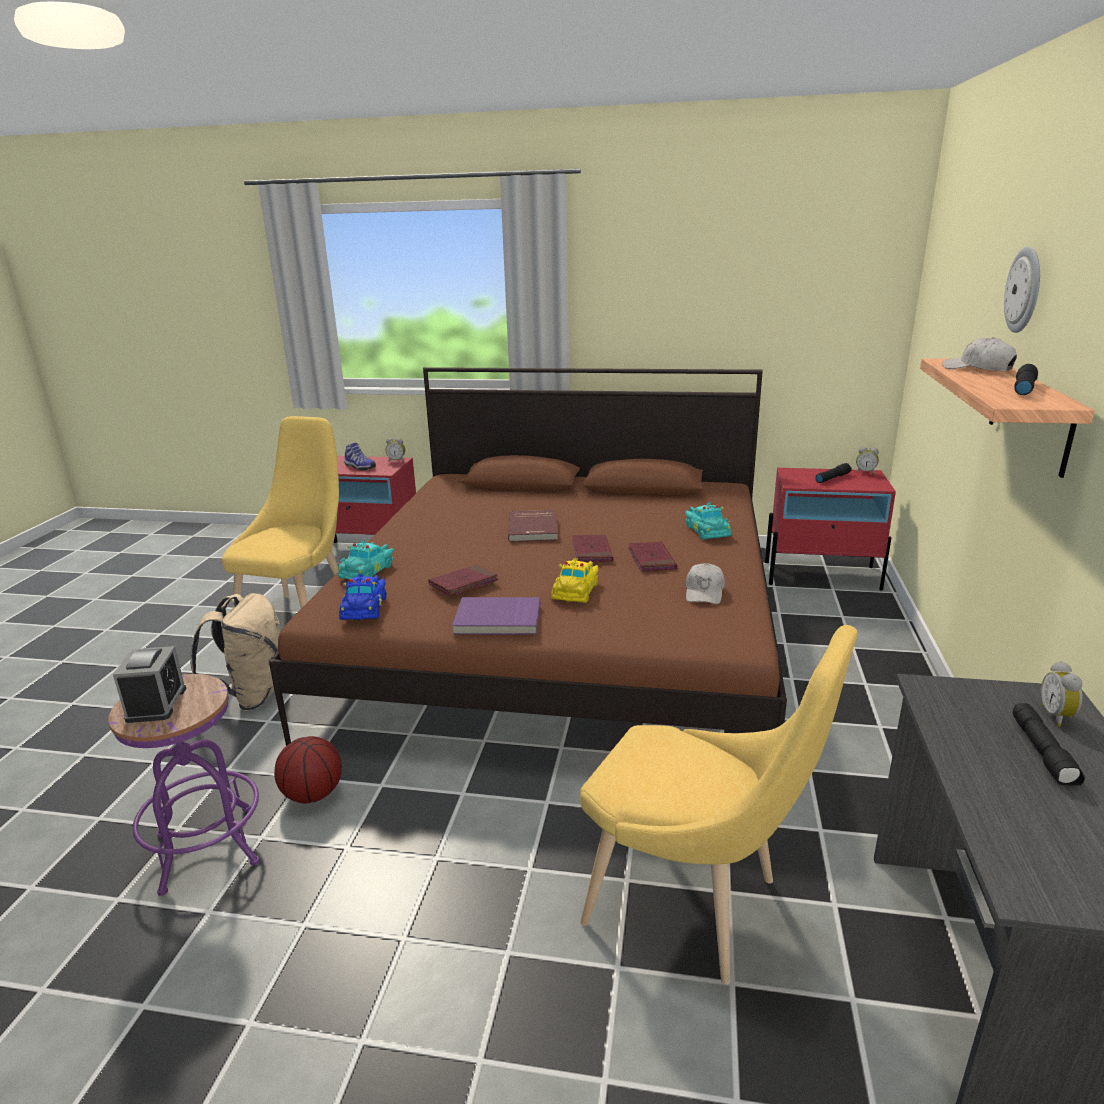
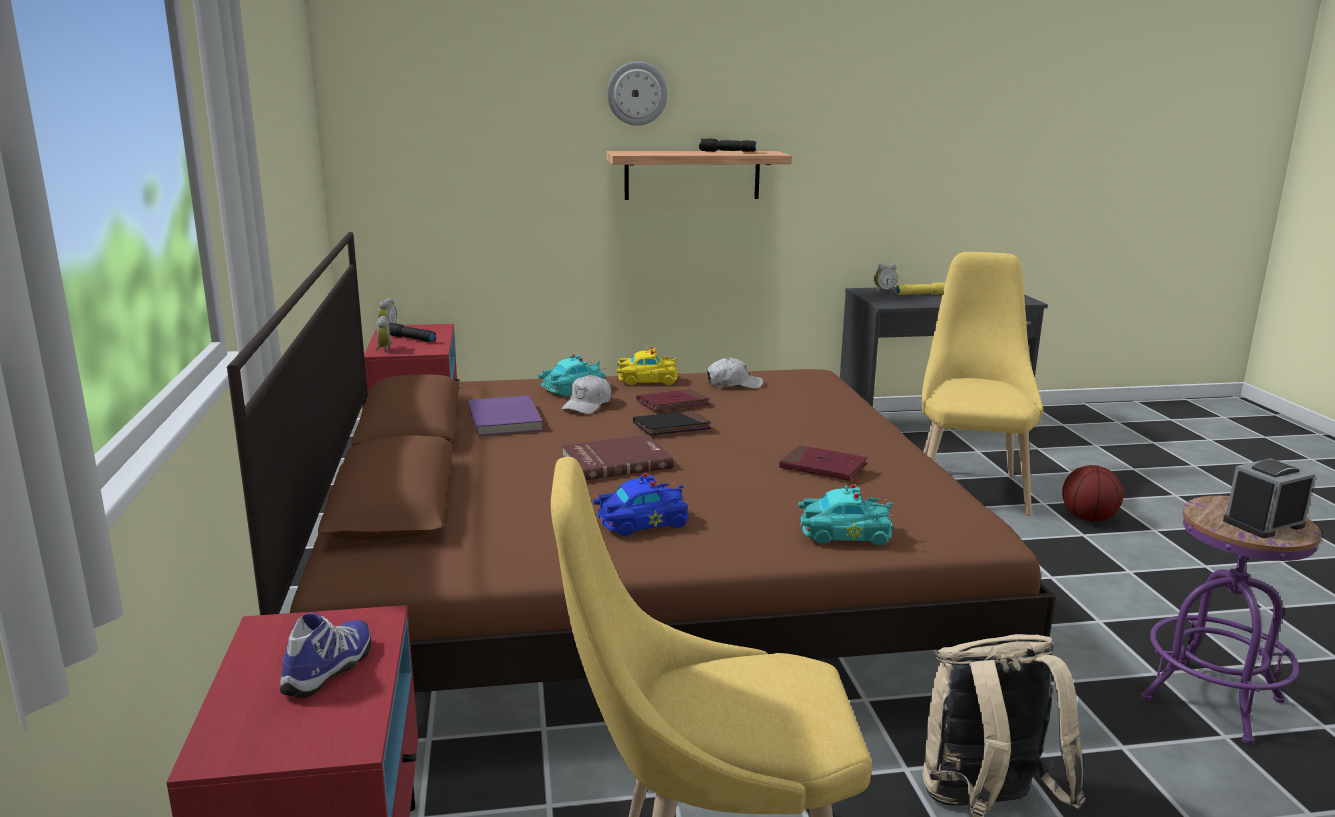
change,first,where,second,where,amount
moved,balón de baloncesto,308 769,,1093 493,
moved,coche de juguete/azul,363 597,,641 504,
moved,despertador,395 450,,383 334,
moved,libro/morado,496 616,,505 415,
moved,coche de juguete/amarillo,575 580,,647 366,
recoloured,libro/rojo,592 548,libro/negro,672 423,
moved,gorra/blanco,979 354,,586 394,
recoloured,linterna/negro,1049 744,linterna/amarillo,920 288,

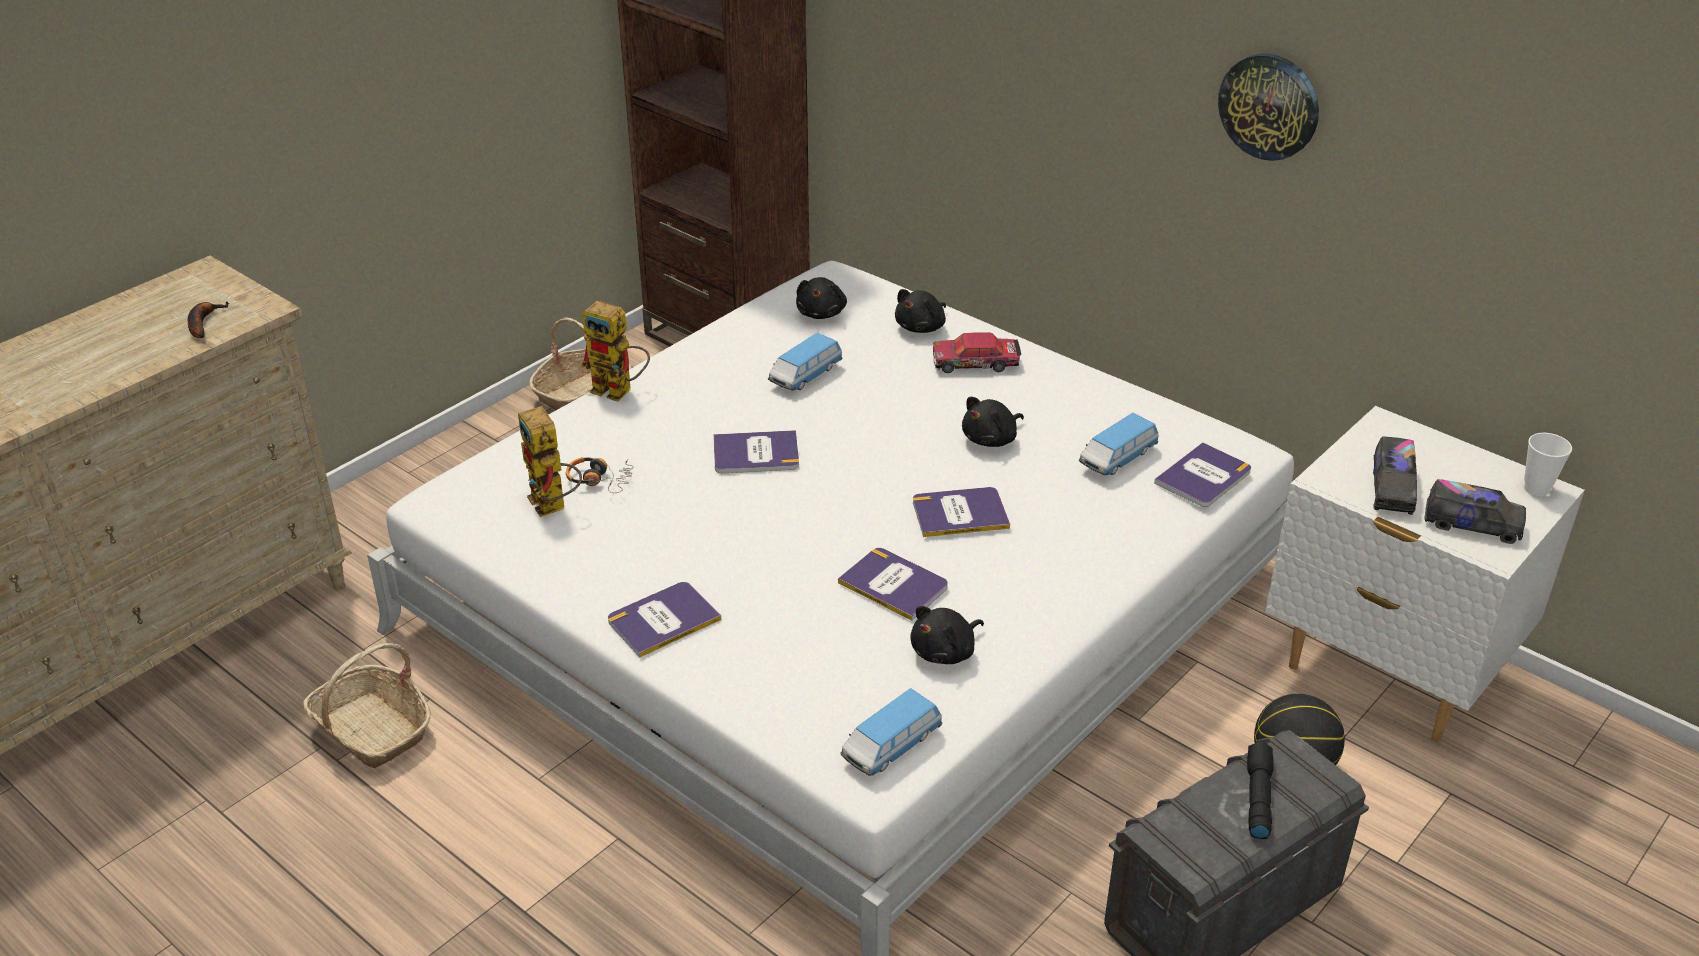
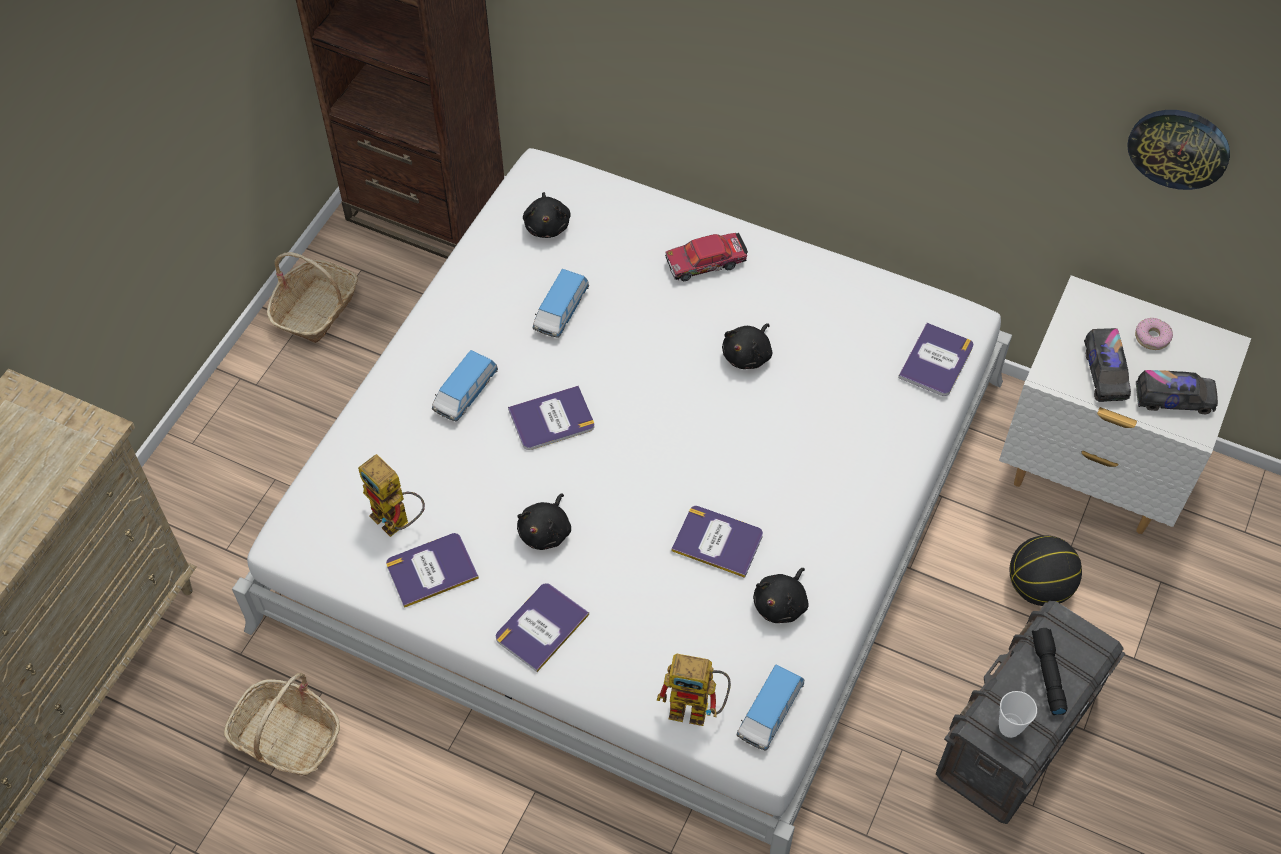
change,first,where,second,where,amount
removed,plátano,209 319,,,
removed,auriculares,600 475,,,
moved,robot de juguete,615 351,,694 690,
moved,peluche/negro,920 311,,544 521,
moved,libro,961 512,,432 570,
moved,coche de juguete,1119 444,,465 386,
moved,reloj de pared,1268 107,,1178 150,
moved,taza,1548 464,,1018 714,
added,,,rosquilla,1154 334,

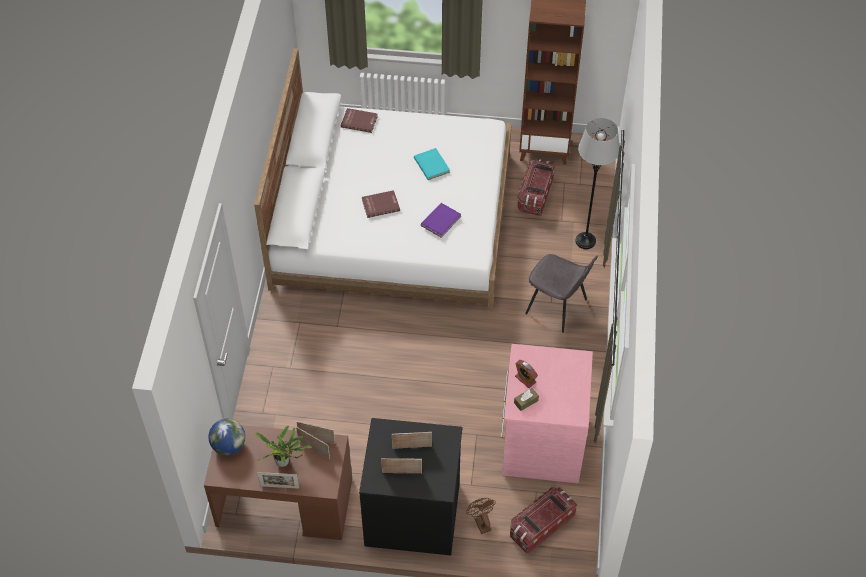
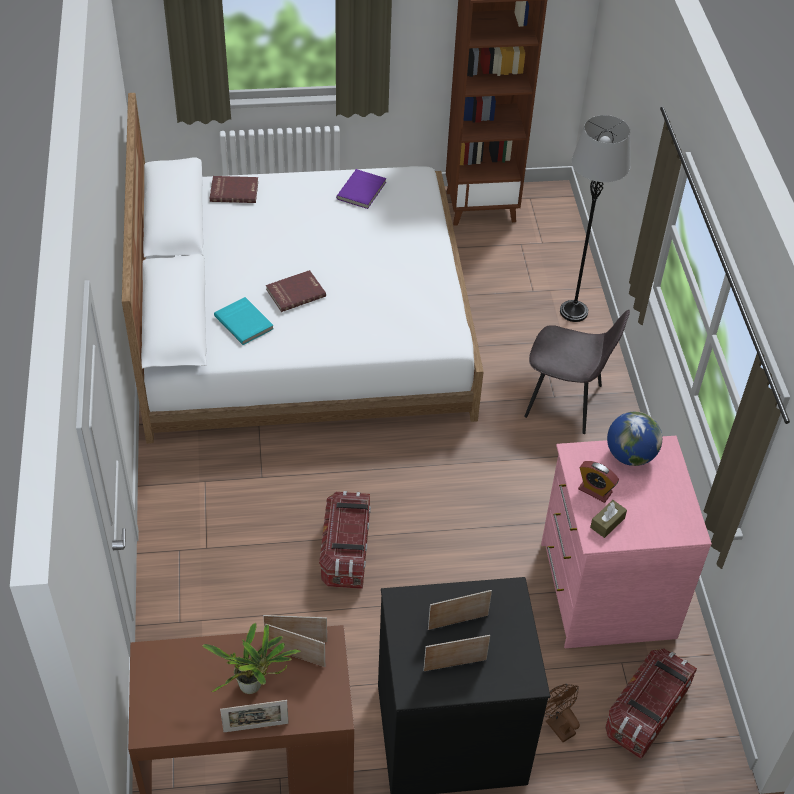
change,first,where,second,where,amount
moved,globo terráqueo,226 437,,634 439,
moved,libro/turquesa,432 164,,243 321,
moved,libro/morado,441 220,,361 189,
moved,caja de almacenaje,536 187,,345 540,

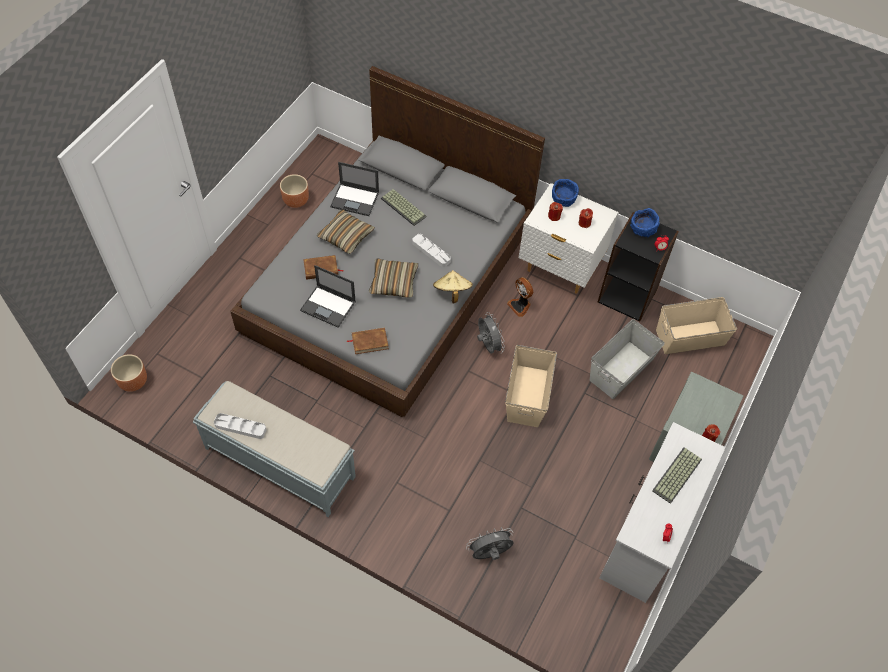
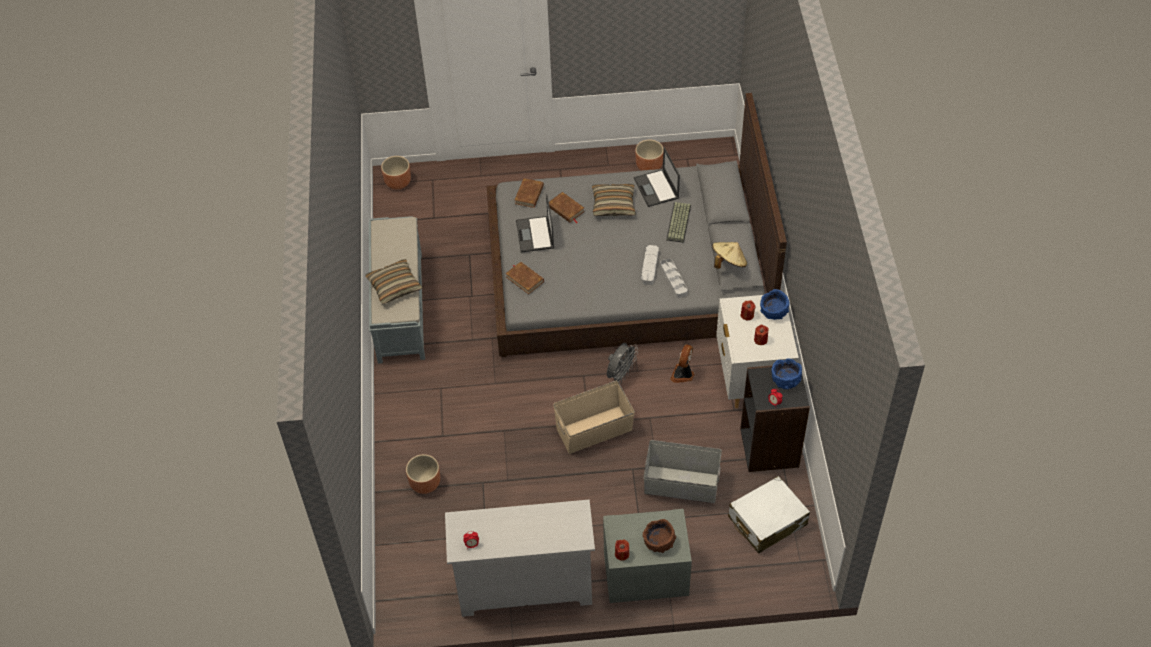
change,first,where,second,where,amount
moved,bandeja/gris,240 426,,674 278,
moved,cojín,393 278,,394 281,
moved,sombrero/beis,453 287,,729 255,
replaced,ventilador/gris,490 543,maceta/marrón,423 474,
removed,teclado,677 475,,,
replaced,caja de almacenaje/beis,696 325,maleta/blanco,769 514,
added,,,libro/marrón,529 193,
added,,,cuenco/marrón,659 536,

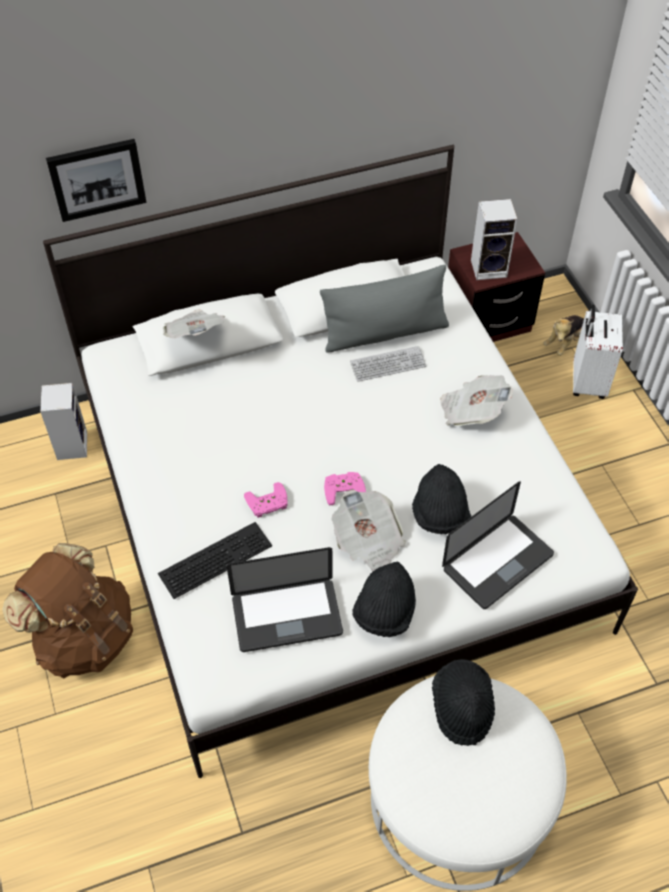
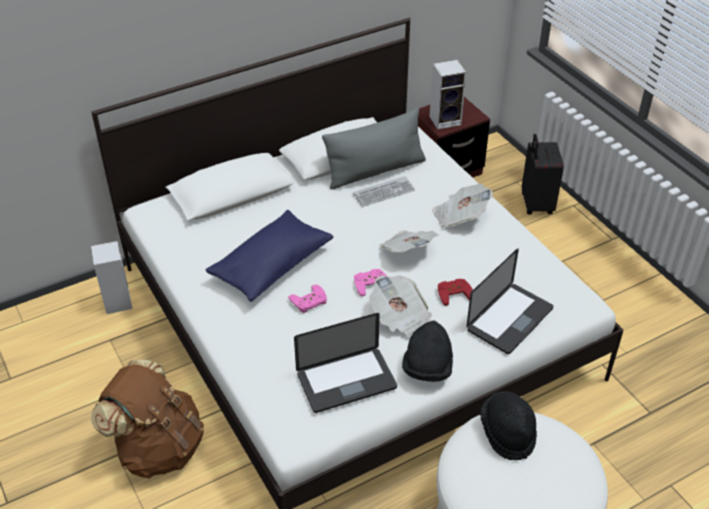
change,first,where,second,where,amount
removed,cuadro,96 180,,,
removed,teclado,215 560,,,
moved,periódico,194 323,,409 241,
replaced,sombrero/negro,441 499,mando de consola/rojo,455 292,
removed,peluche,564 335,,,
recoloured,maleta/blanco,598 352,maleta/negro,543 174,
added,,,cojín/azul,269 256,

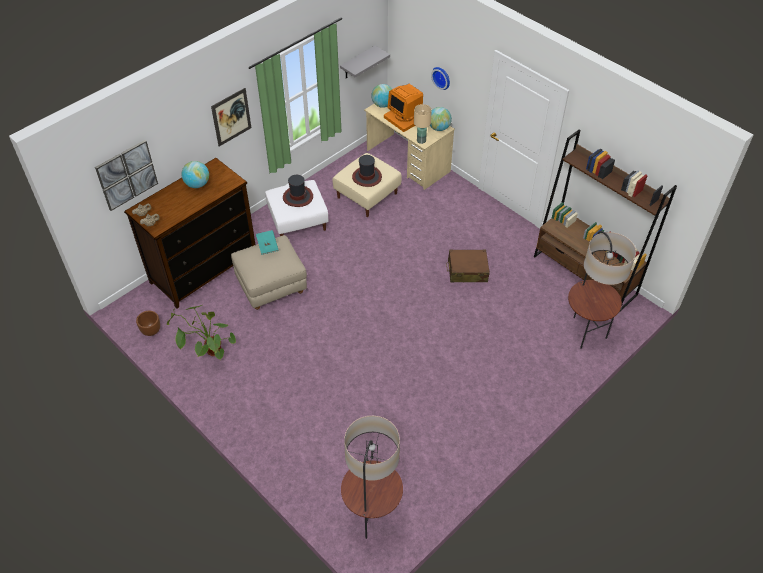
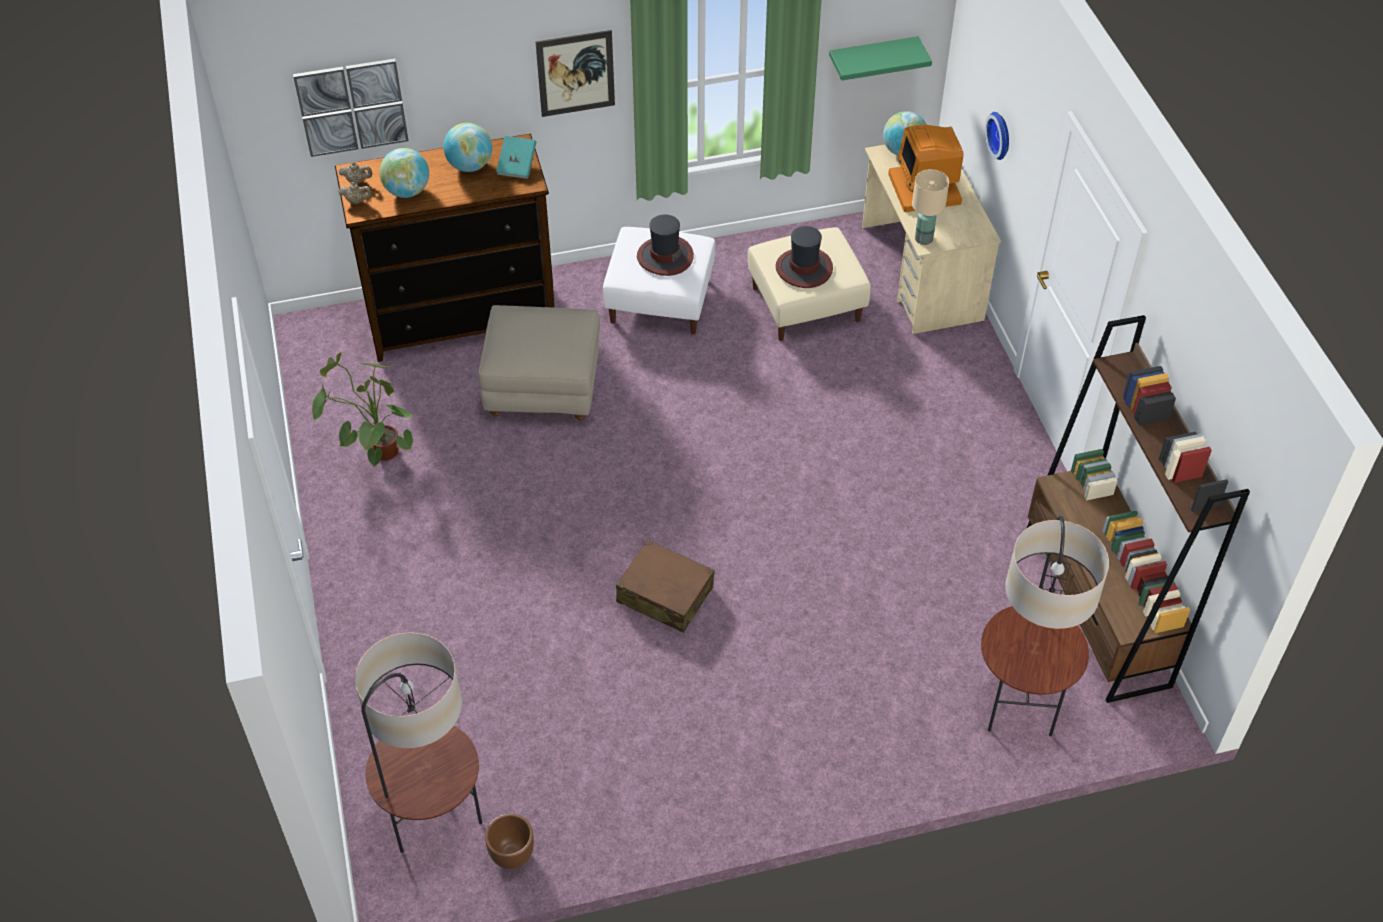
change,first,where,second,where,amount
moved,maceta/marrón,148 323,,509 841,
moved,libro/turquesa,267 242,,516 157,
recoloured,estante/gris,365 62,estante/verde,880 58,
moved,globo terráqueo,441 119,,404 173,
moved,maleta/marrón,468 266,,665 586,

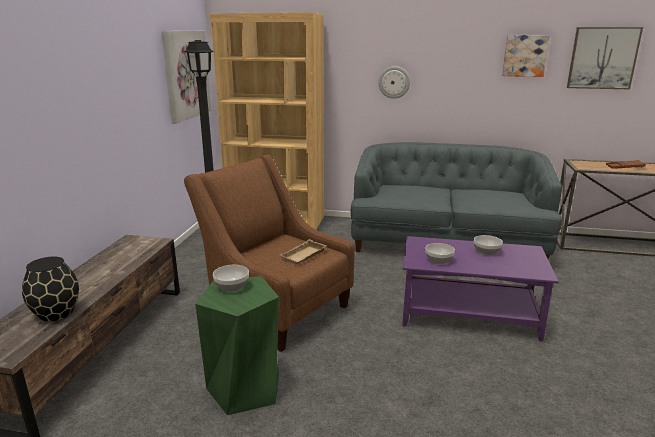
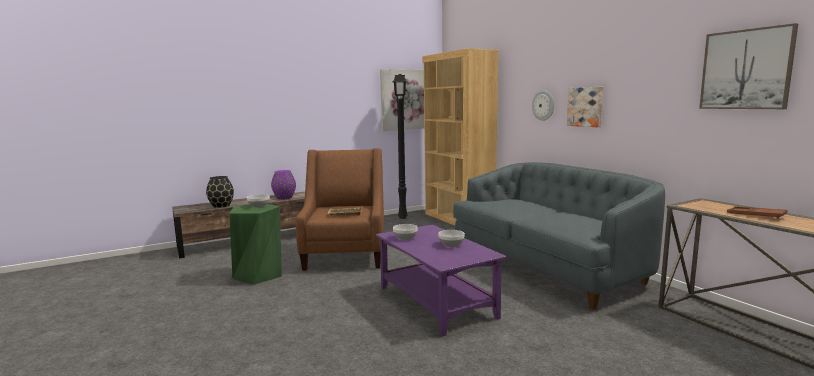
change,first,where,second,where,amount
moved,cuadro,526 56,,585 107,
added,,,florero/morado,283 184,

